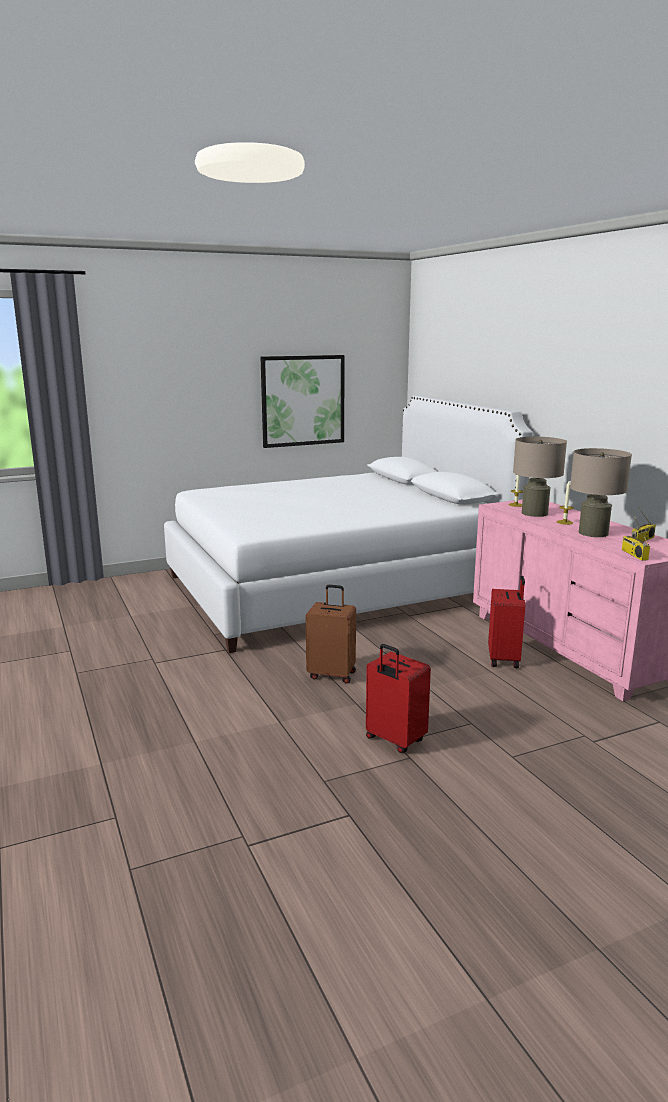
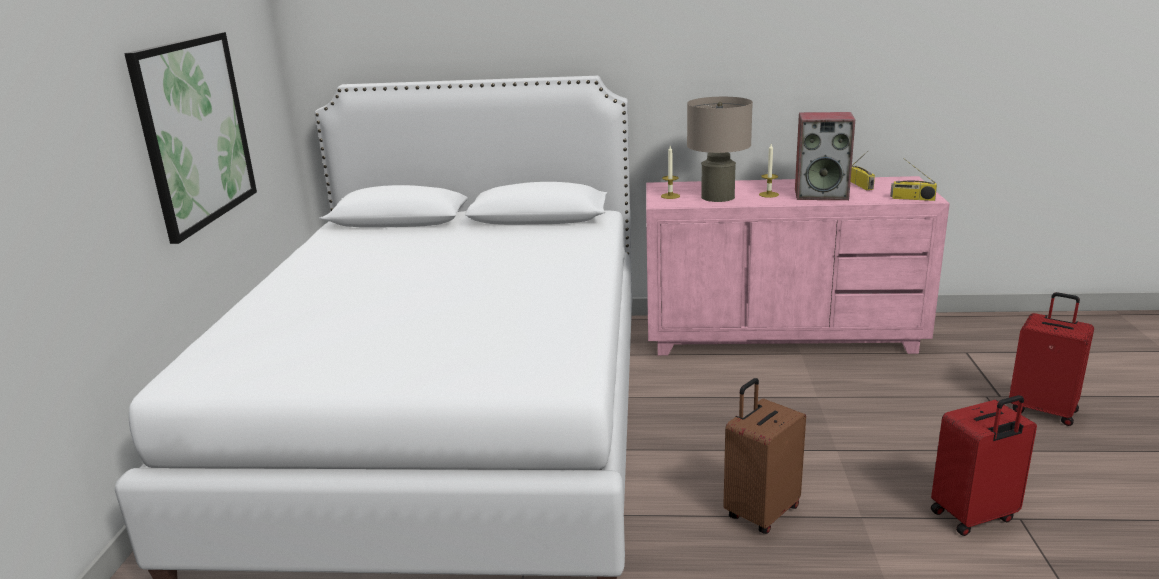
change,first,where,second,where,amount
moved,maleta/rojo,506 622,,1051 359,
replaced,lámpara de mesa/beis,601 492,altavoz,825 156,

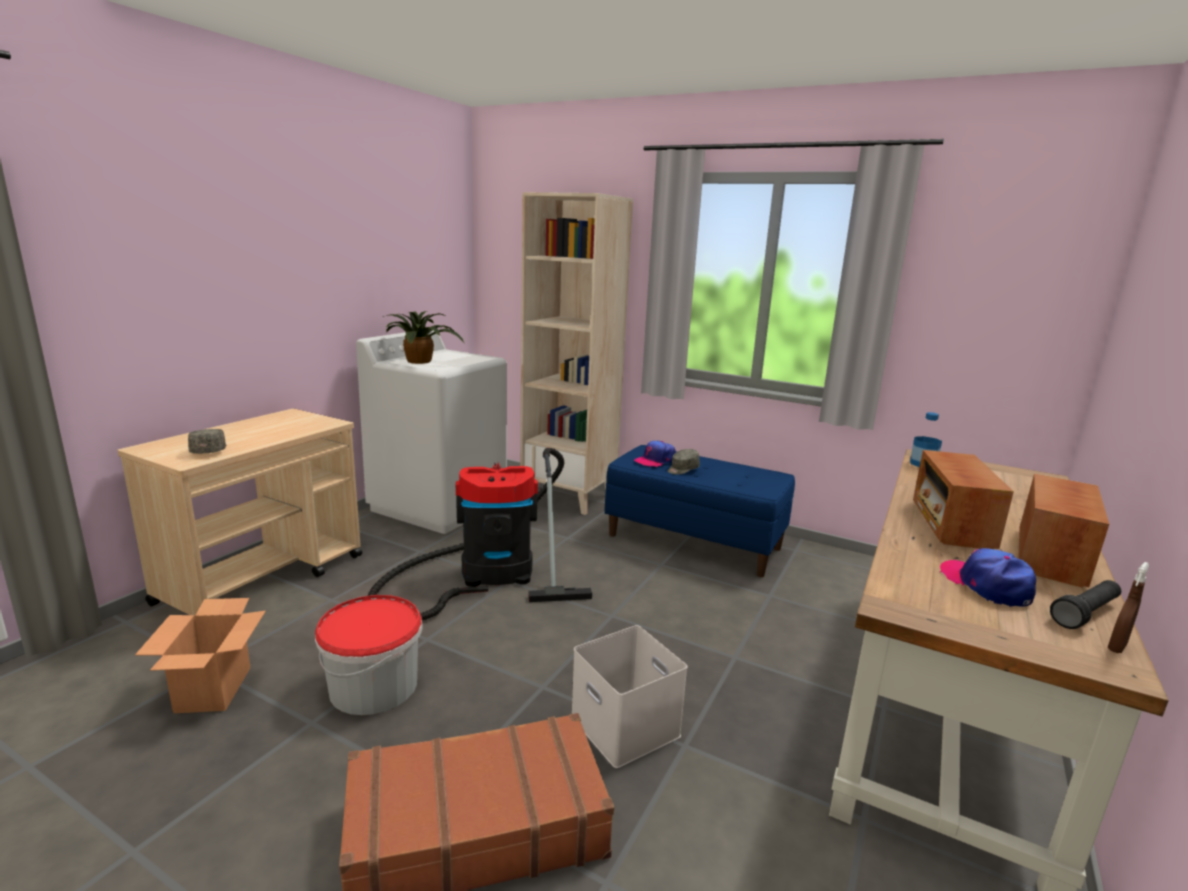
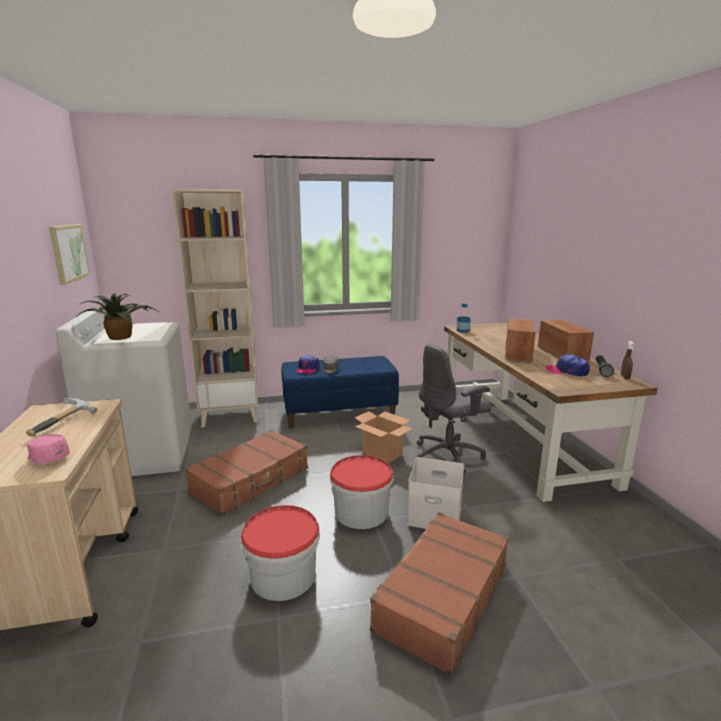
change,first,where,second,where,amount
moved,caja de cartón,200 655,,384 437,
recoloured,gorra/gris,207 441,gorra/rosa,48 449,
replaced,aspiradora,480 534,maleta/marrón,246 473,
turned,radio,963 499,,520 340,135 degrees counterclockwise
added,,,martillo,61 417,
added,,,cuadro,69 254,
added,,,cubo,362 492,
added,,,silla de oficina/gris,454 409,

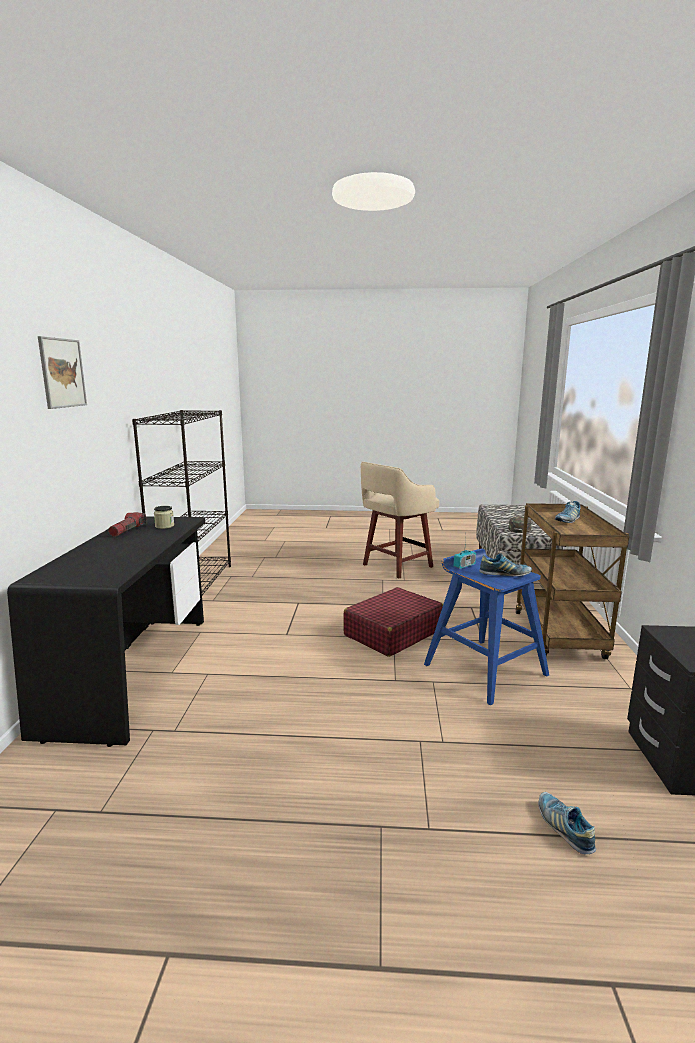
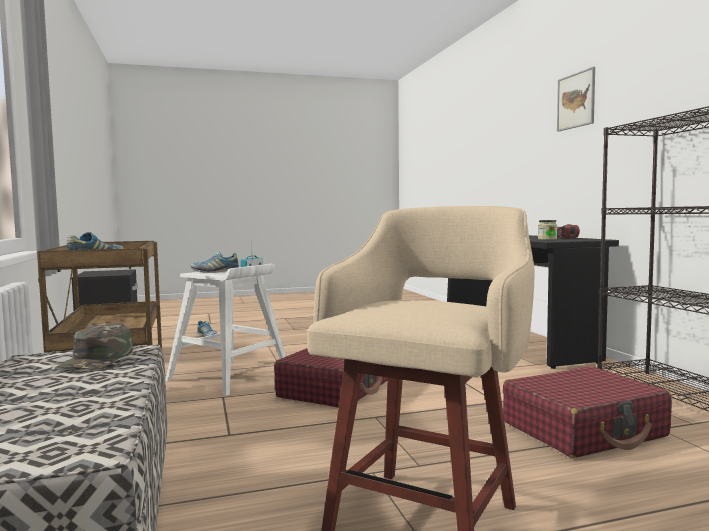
change,first,where,second,where,amount
recoloured,taburete/azul,486 626,taburete/blanco,226 330,
added,,,maleta/rojo,587 412,

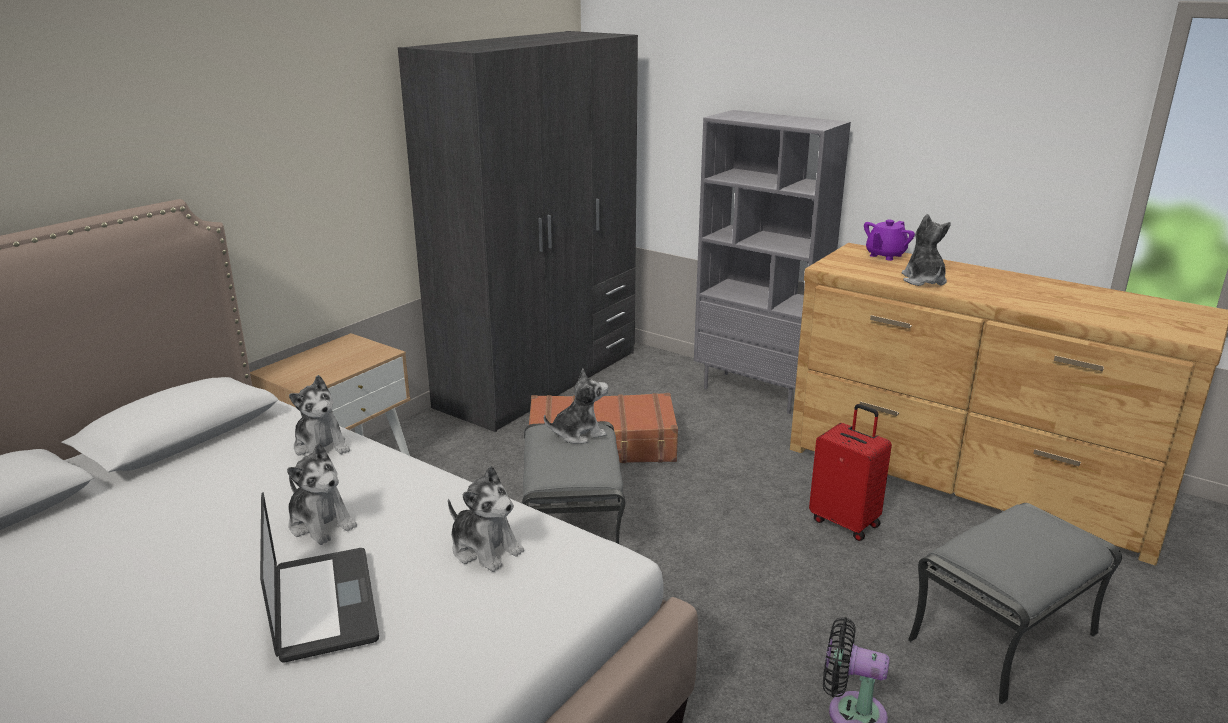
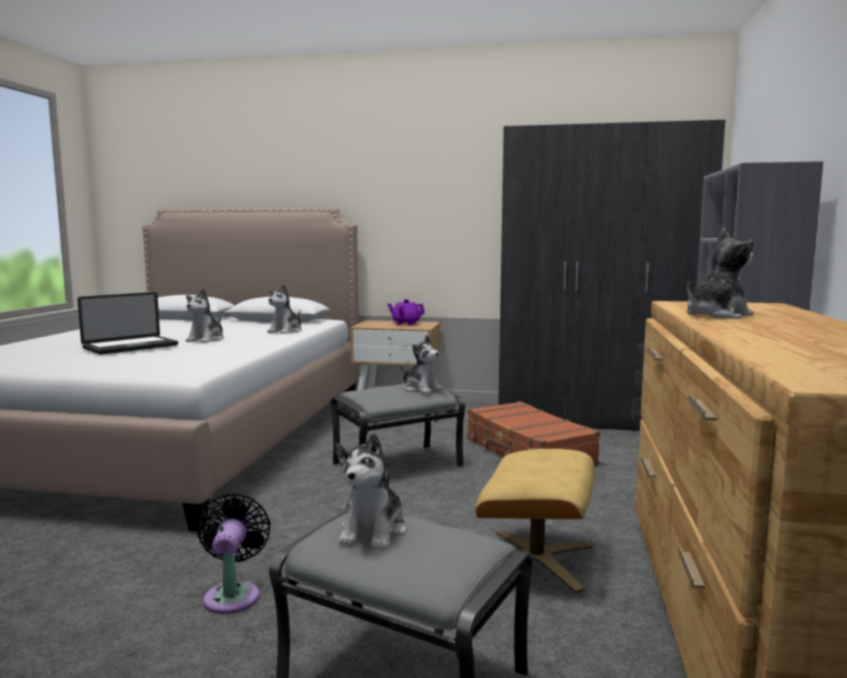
change,first,where,second,where,amount
moved,peluche,486 519,,370 491,
replaced,maleta/rojo,850 472,puf/beis,534 521,
moved,tetera/morado,889 240,,406 312,

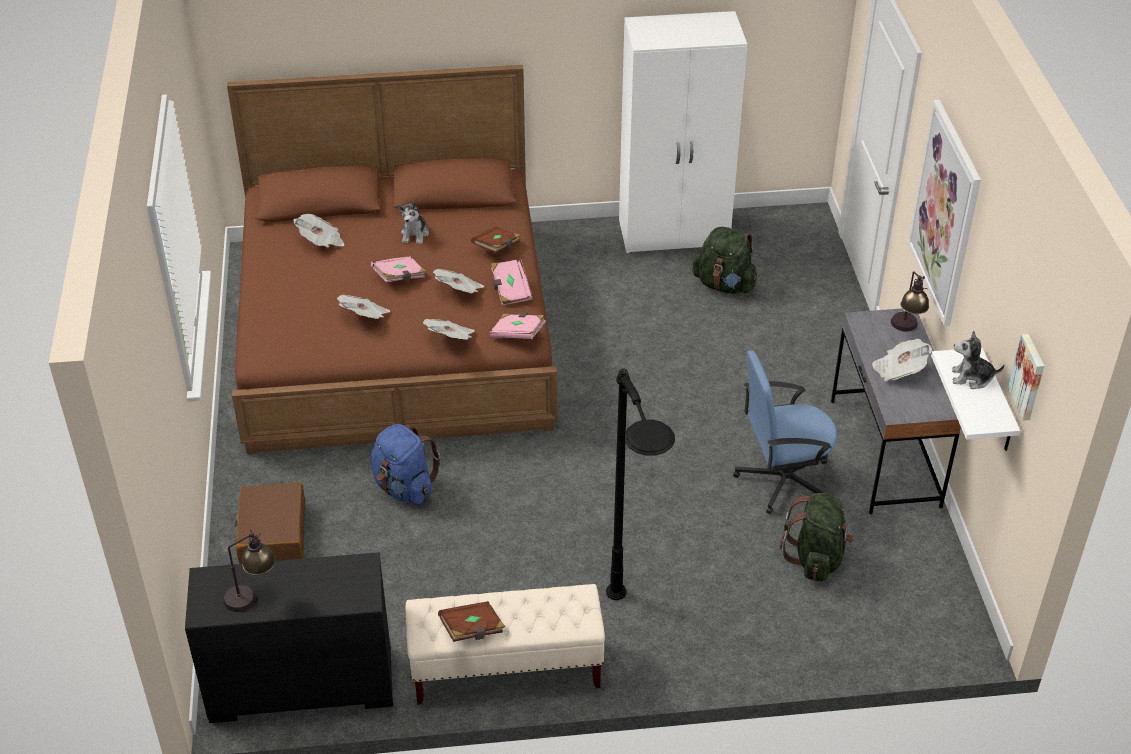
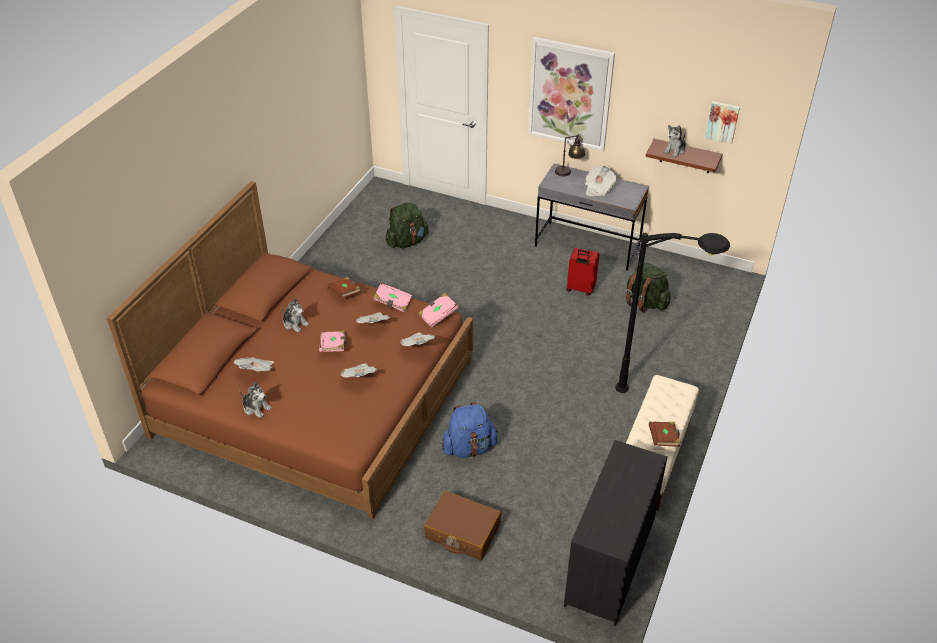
change,first,where,second,where,amount
removed,lámpara de mesa,249 571,,,
removed,armario ropero/blanco,683 132,,,
replaced,silla de oficina/azul,785 432,maleta/rojo,583 272,
recoloured,estante/blanco,975 399,estante/marrón,684 156,
added,,,peluche,255 400,

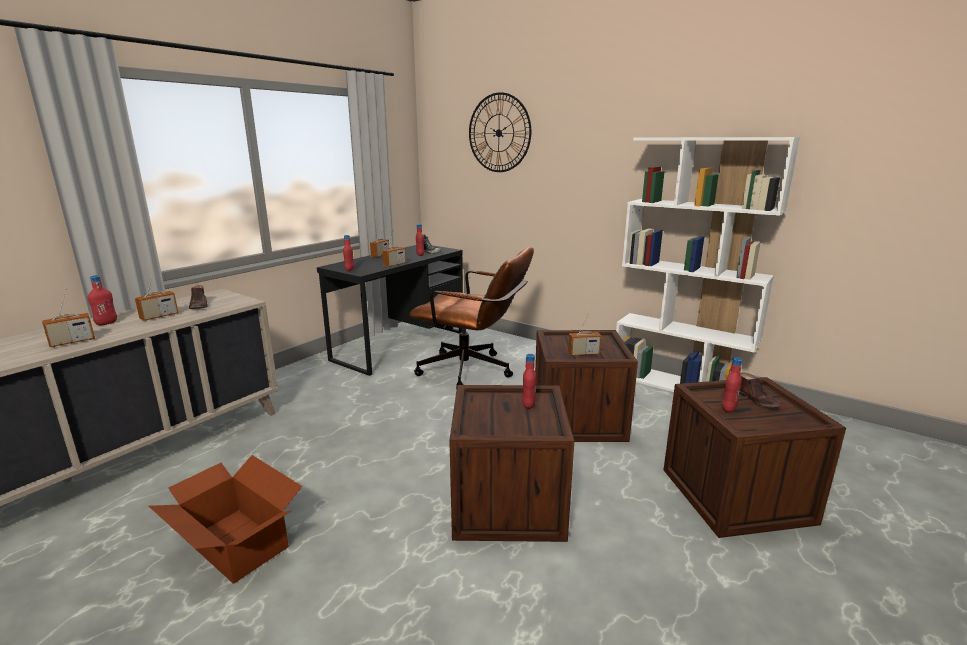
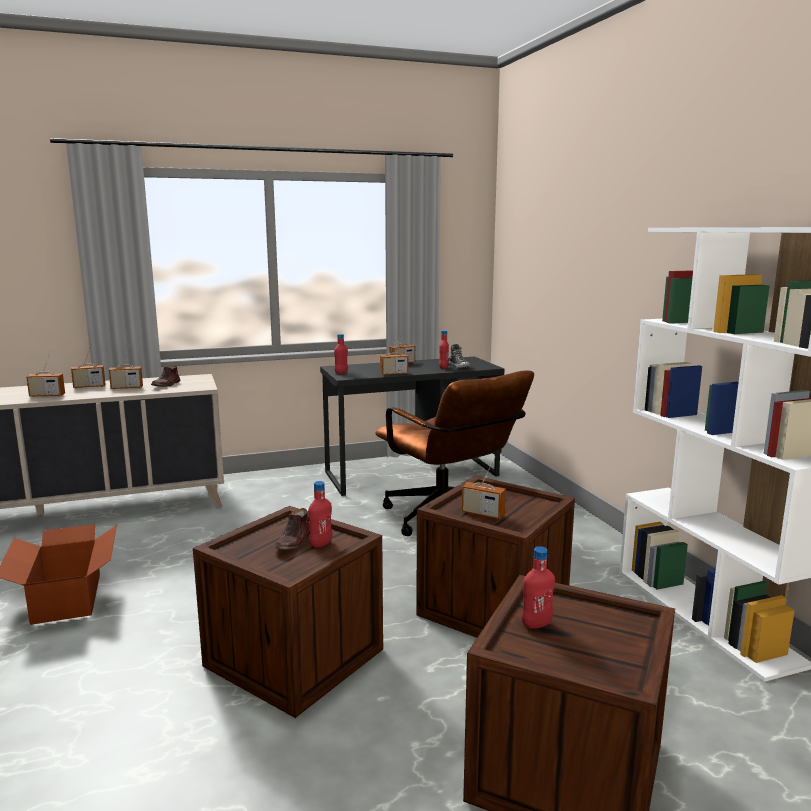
change,first,where,second,where,amount
replaced,botella/rojo,102 300,radio,88 368,
removed,reloj de pared,500 132,,,
moved,zapato/marrón,760 390,,292 529,

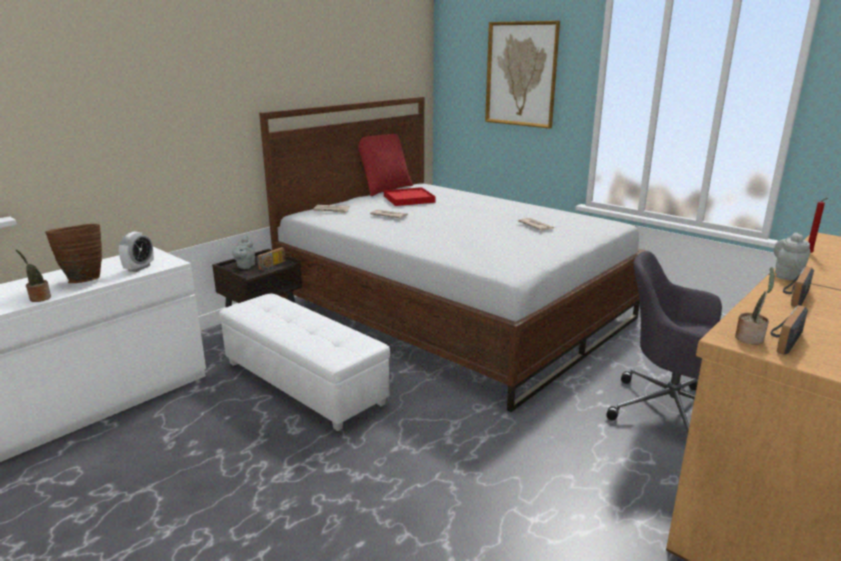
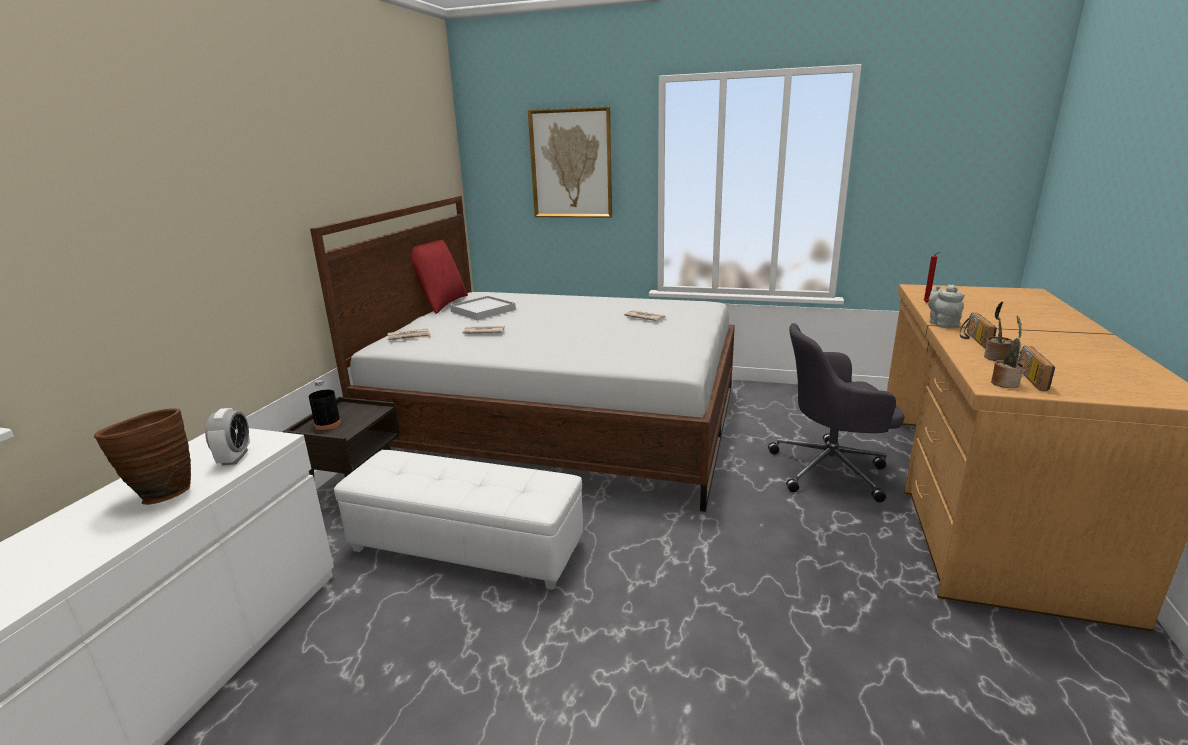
change,first,where,second,where,amount
moved,planta en maceta,33 275,,998 331,
replaced,tetera/gris,243 252,botella/negro,325 404,
removed,radio,271 258,,,
recoloured,bandeja/rojo,410 196,bandeja/blanco,483 308,

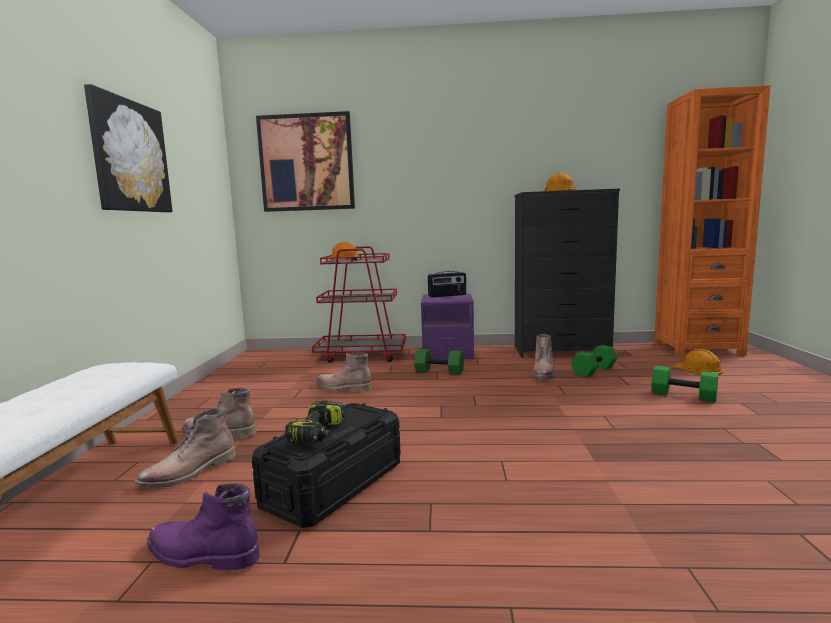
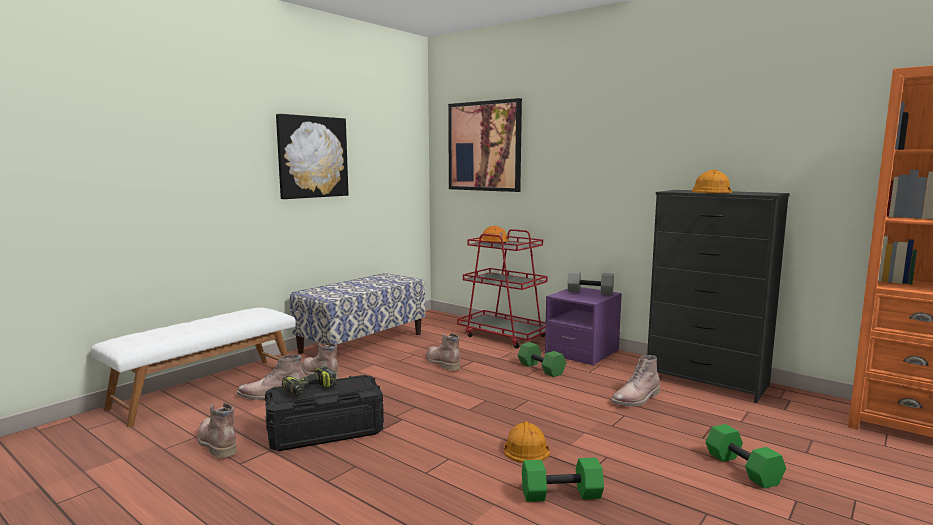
change,first,where,second,where,amount
recoloured,bota/morado,203 527,bota/marrón,217 430,
replaced,radio,447 284,mancuerna/gris,591 283,
moved,mancuerna/verde,594 361,,563 479,
moved,casco/naranja,697 362,,527 442,
added,,,banco,357 313,

